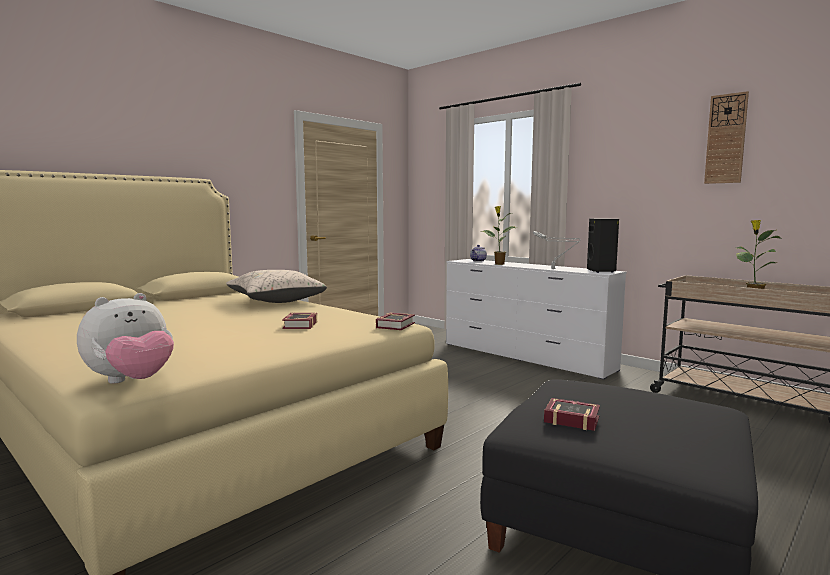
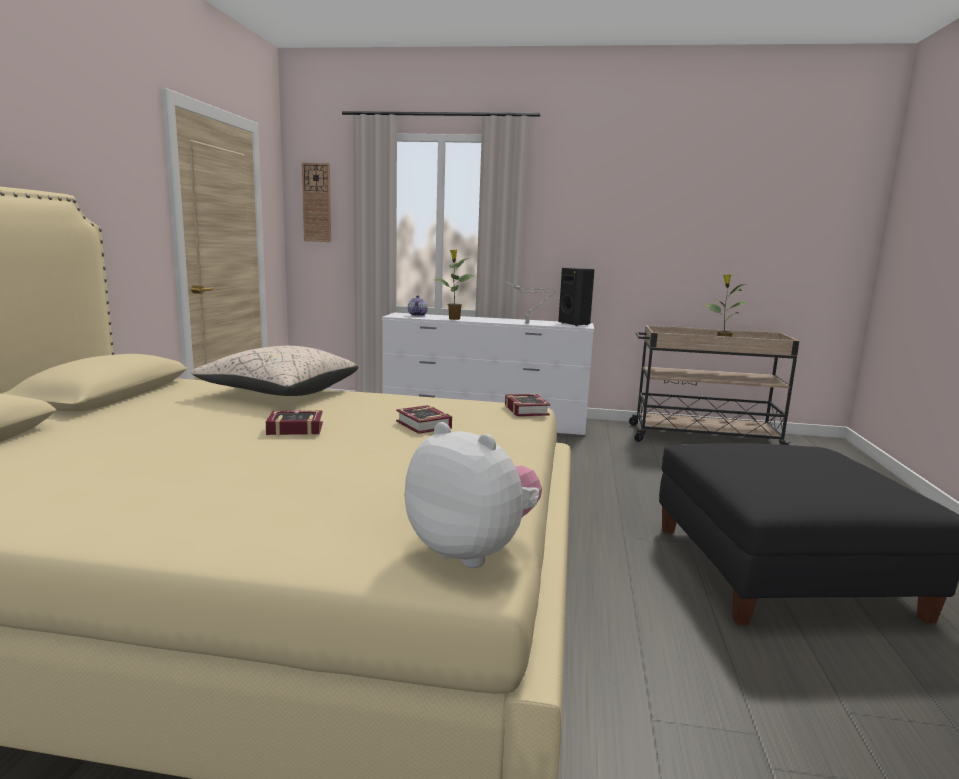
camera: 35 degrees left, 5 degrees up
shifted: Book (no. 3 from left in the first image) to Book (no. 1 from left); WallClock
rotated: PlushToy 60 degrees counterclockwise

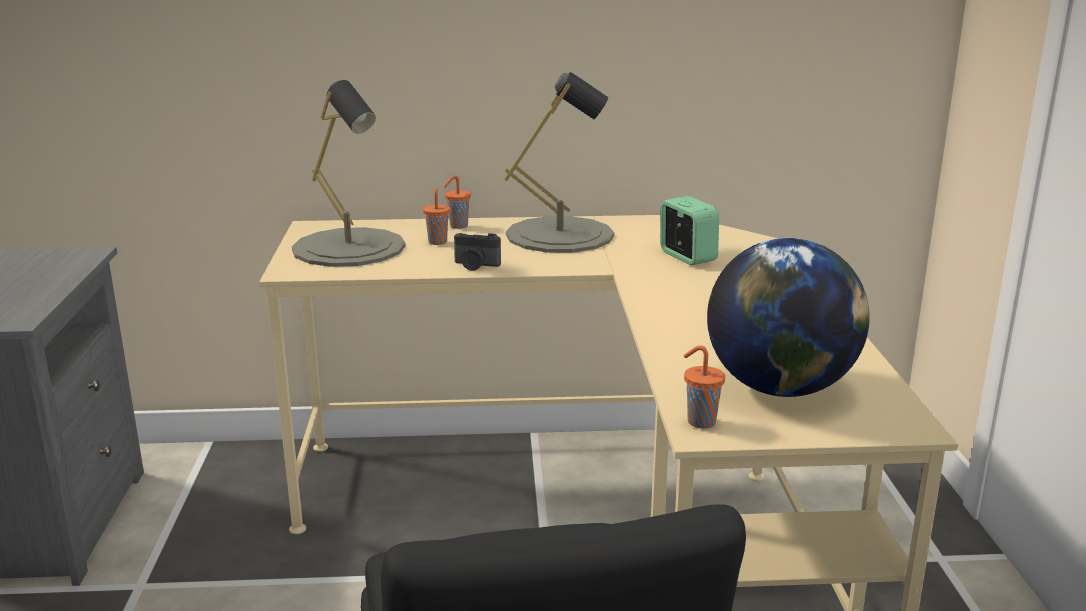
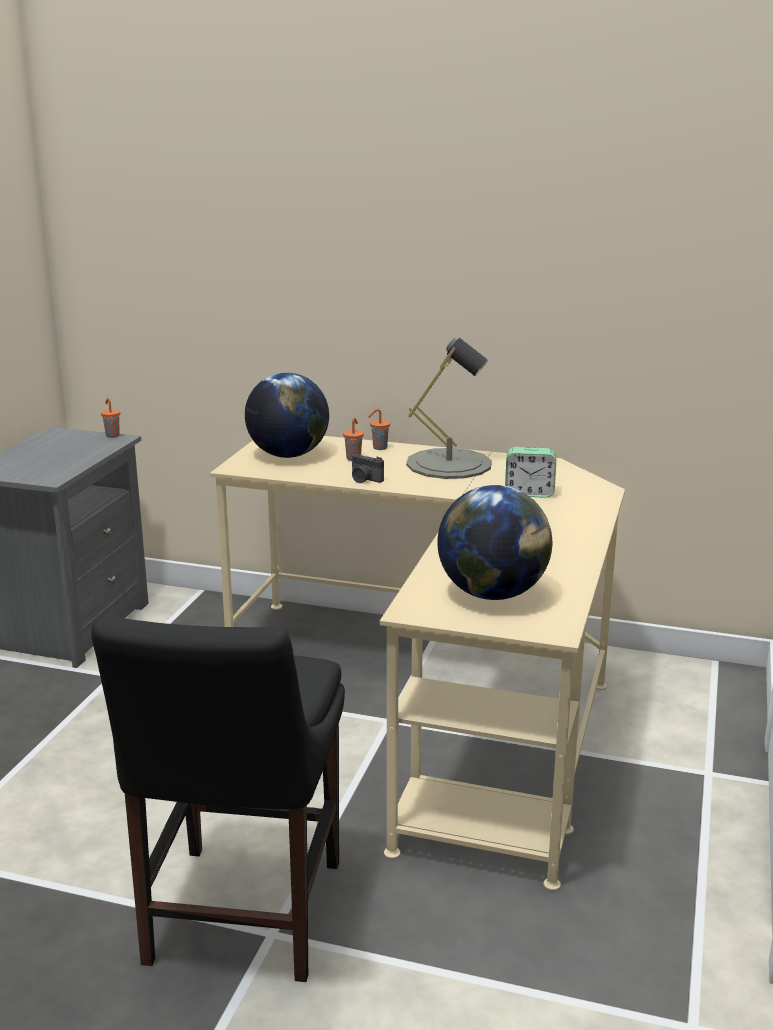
camera: 20 degrees right, 0 degrees up
shifted: OrangeCup (no. 3 from left in the first image) to OrangeCup (no. 1 from left)
swapped: GreyTableLamp (no. 1 from left) to Globe (no. 1 from left)
rotated: AlarmClock 105 degrees clockwise

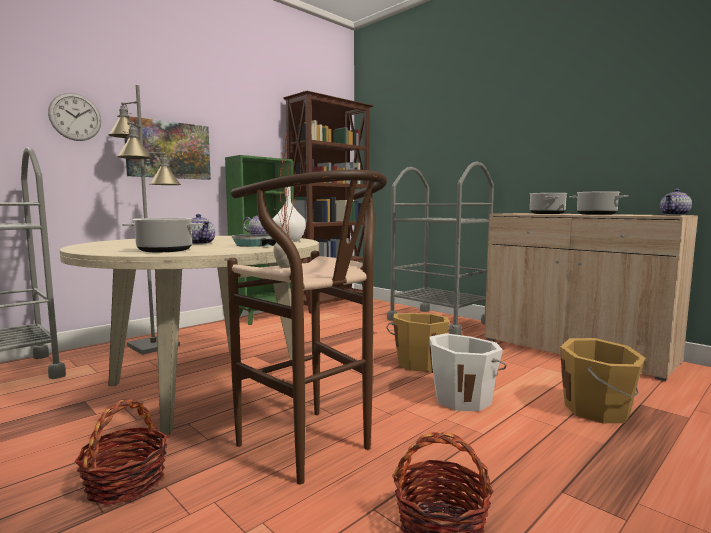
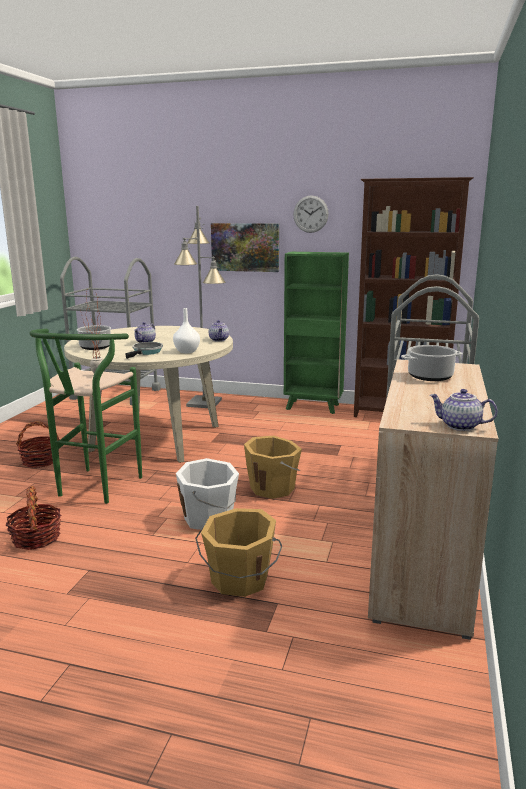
camera: 60 degrees right, 10 degrees up
gone: CookingPot (no. 3 from left)
shifted: WallClock
repainted: BrownStool to GreenStool

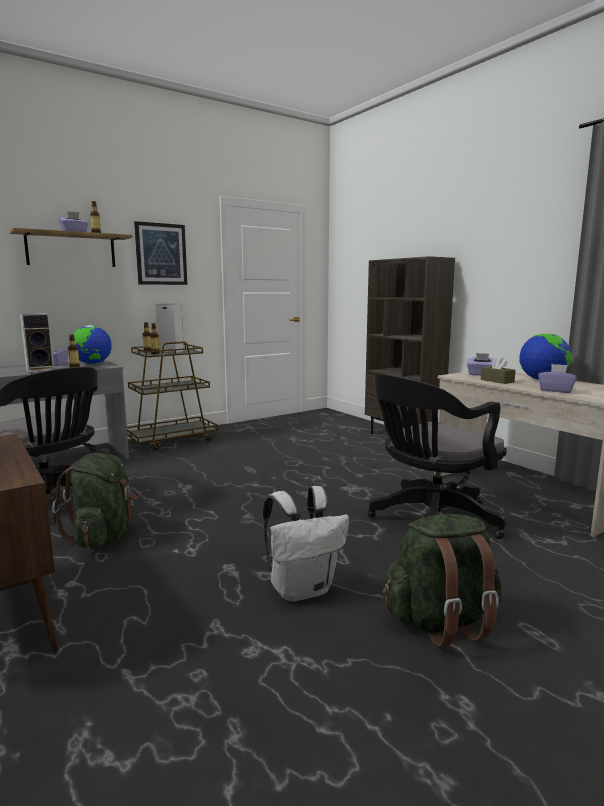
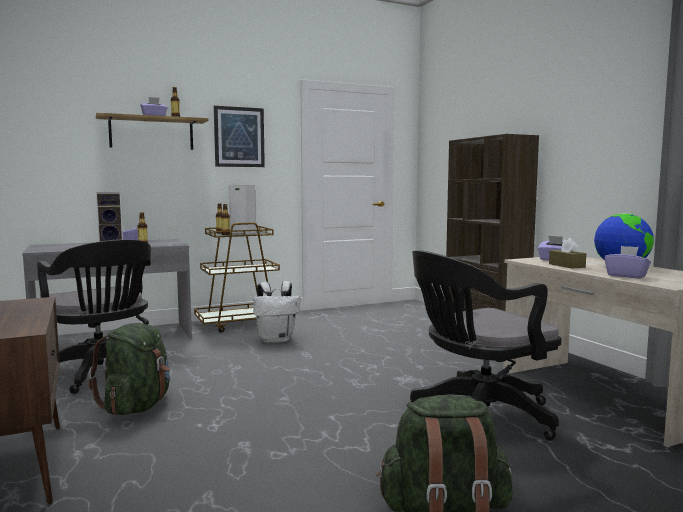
camera: 10 degrees right, 5 degrees down
gone: Globe (no. 1 from left)
shifted: WhiteBackpack

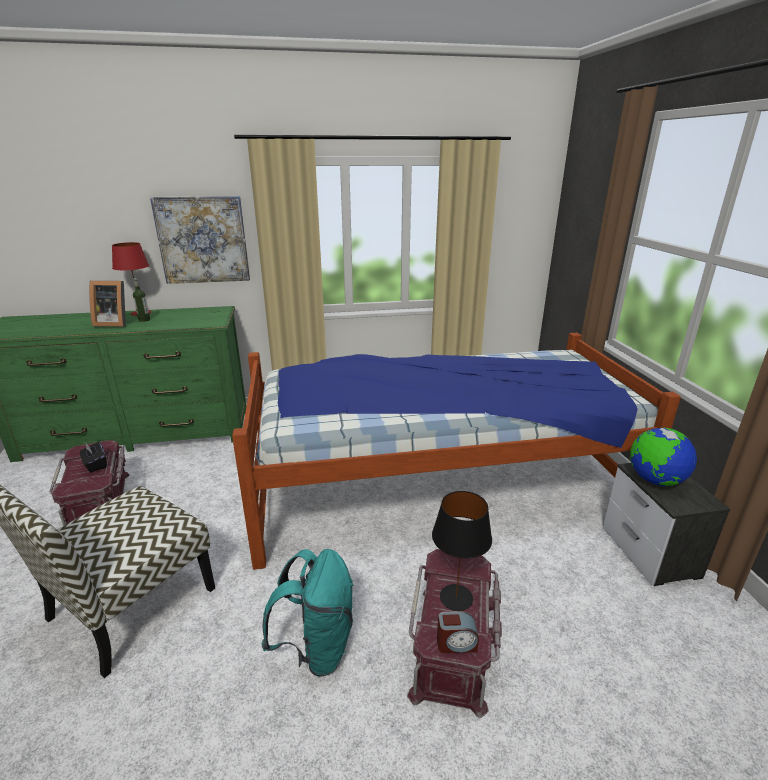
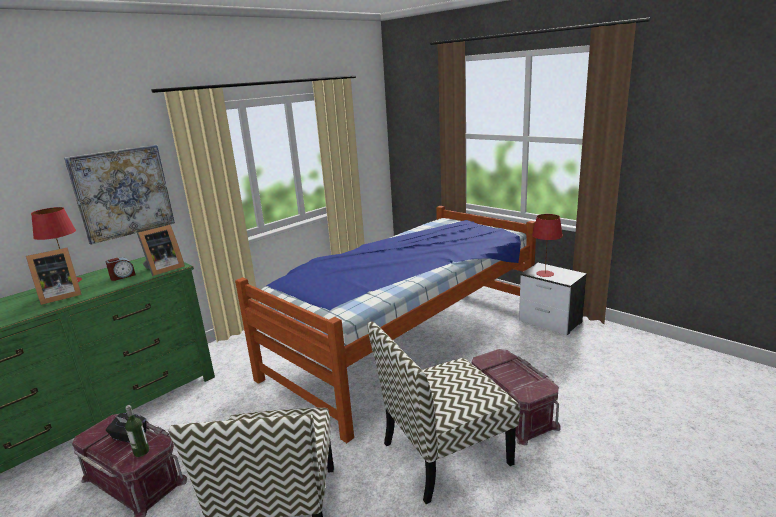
camera: 35 degrees left, 5 degrees down
gone: BlackTableLamp
new: PictureFrame (no. 2 from left)
shifted: AlarmClock; Bottle
swapped: TurquoiseBackpack to Chair (no. 2 from left); Globe to RedTableLamp (no. 2 from left)

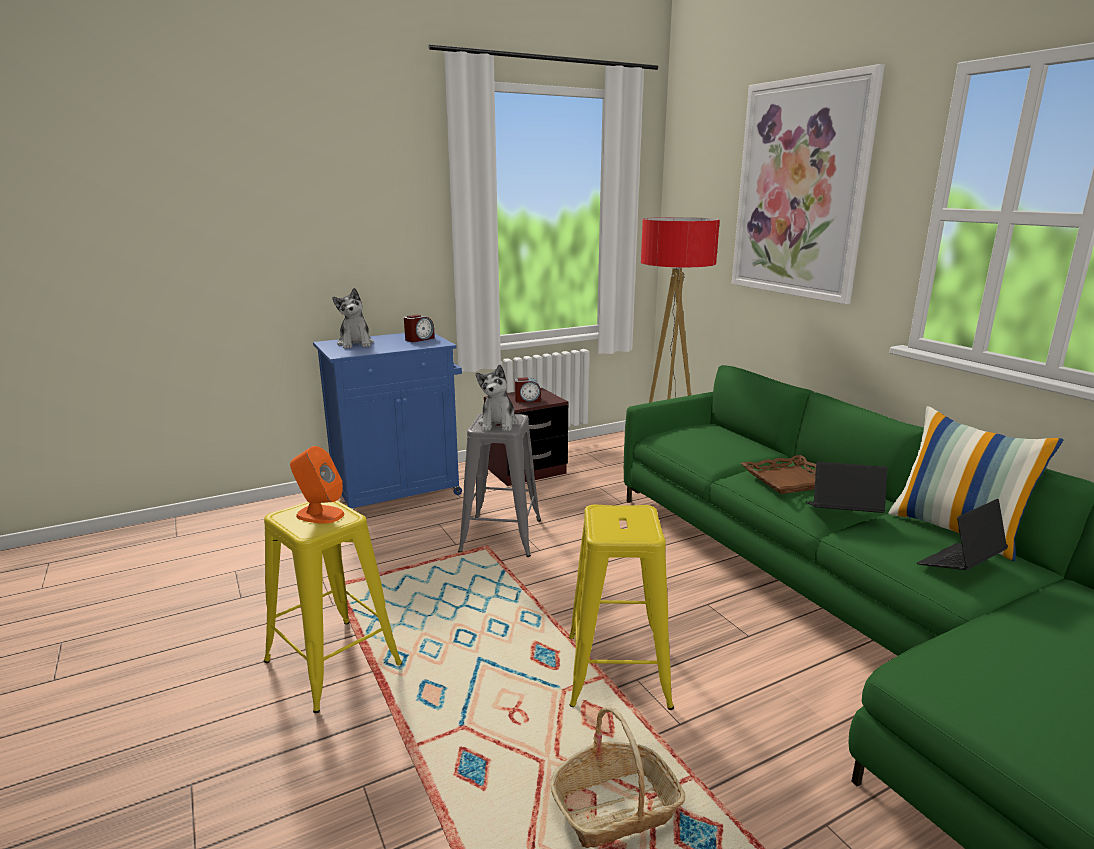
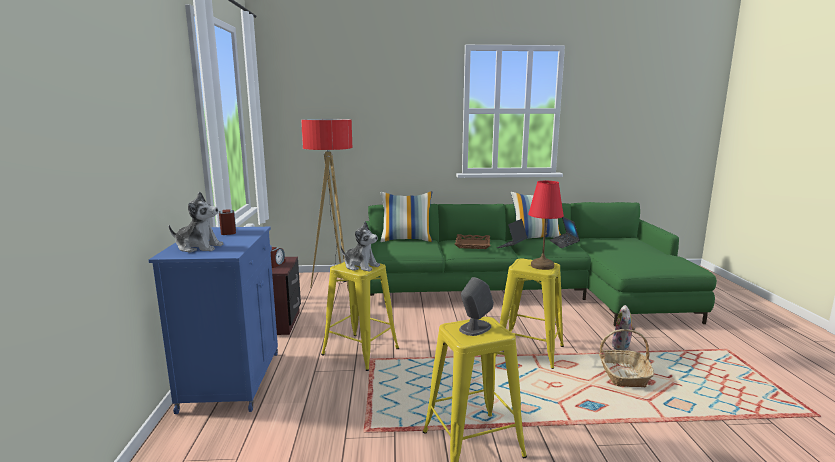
camera: 65 degrees left, 5 degrees down
gone: Picture
new: Pillow (no. 1 from left); RedTableLamp; PlushToy (no. 3 from left)
repainted: GreyStool to YellowStool (no. 1 from left); OrangeSpeaker to GreySpeaker

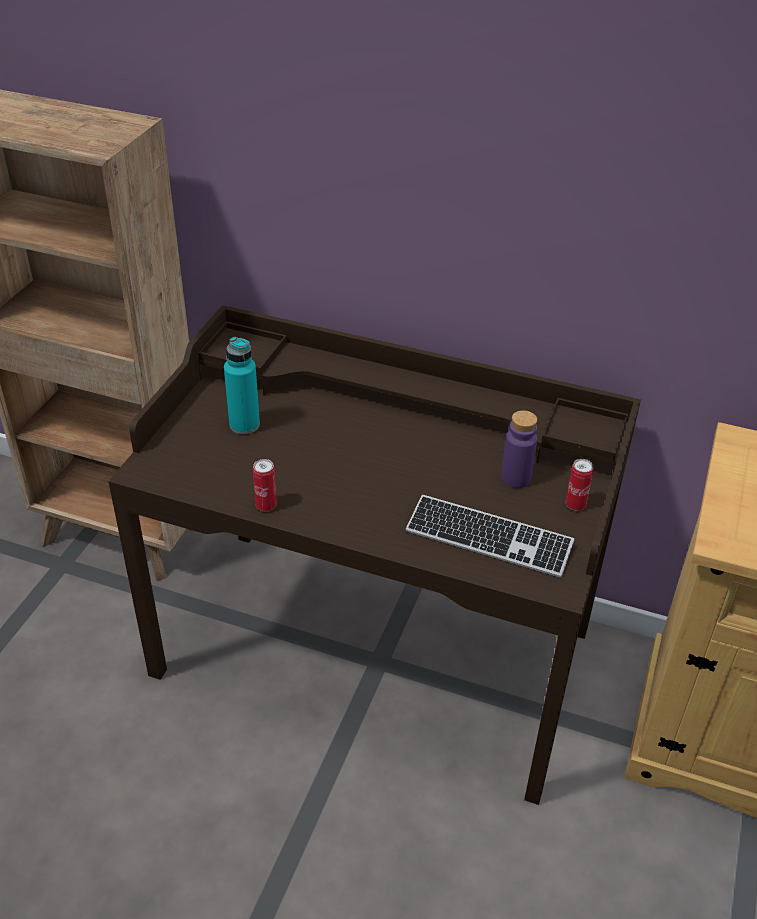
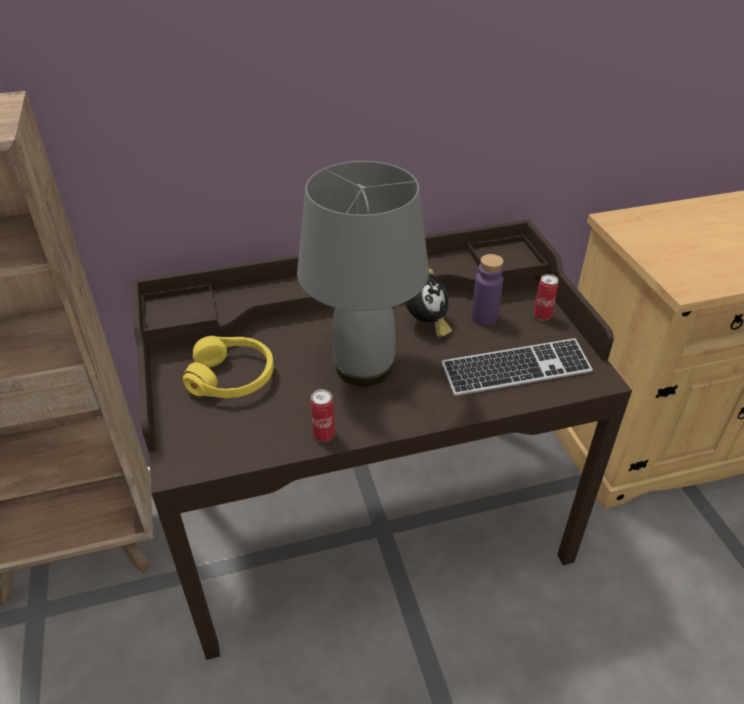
camera: 35 degrees left, 0 degrees up
new: GreyTableLamp; AlarmClock
swapped: TurquoiseBottle to YellowHeadphones

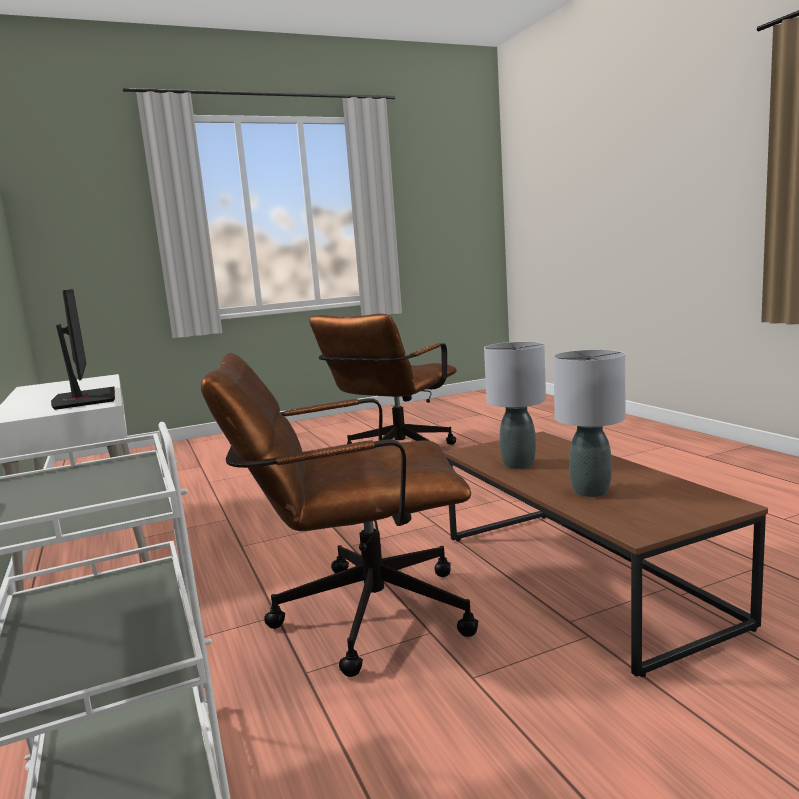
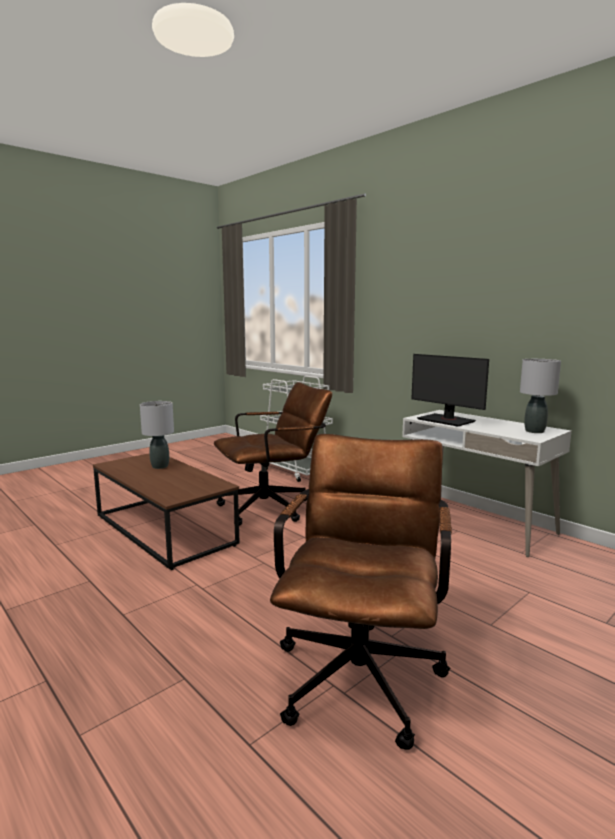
camera: 160 degrees right, 0 degrees up
shifted: GreyTableLamp (no. 1 from left in the first image) to GreyTableLamp (no. 2 from left)

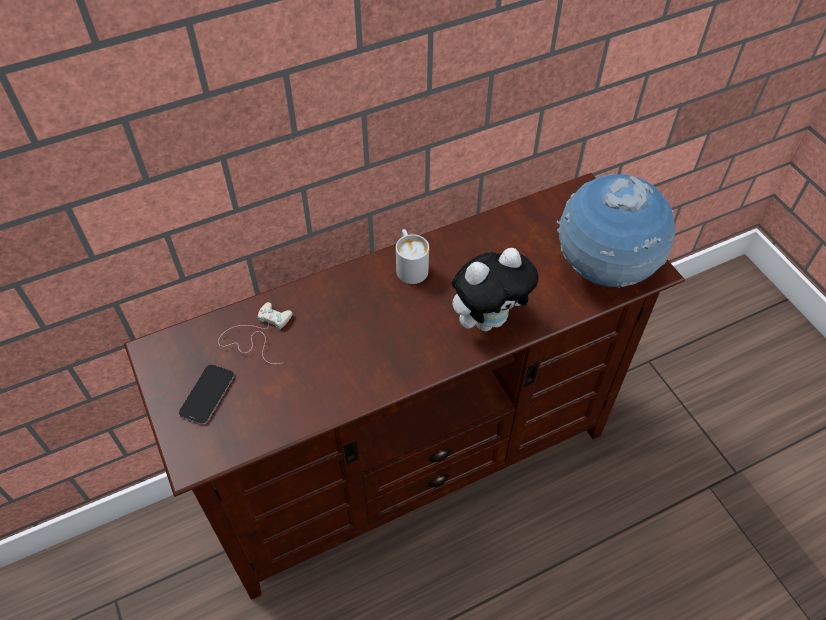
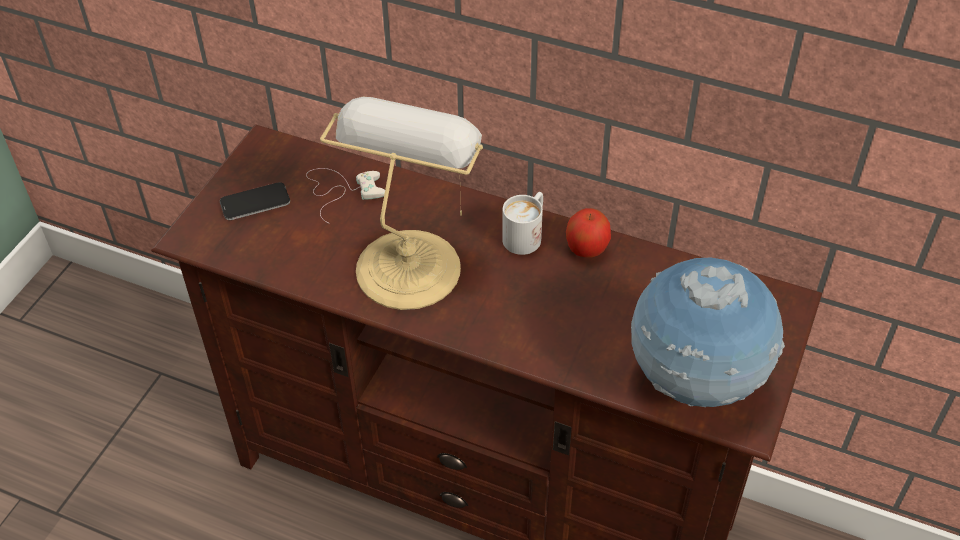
camera: 50 degrees right, 5 degrees down
gone: PlushToy
new: TableLamp; Apple

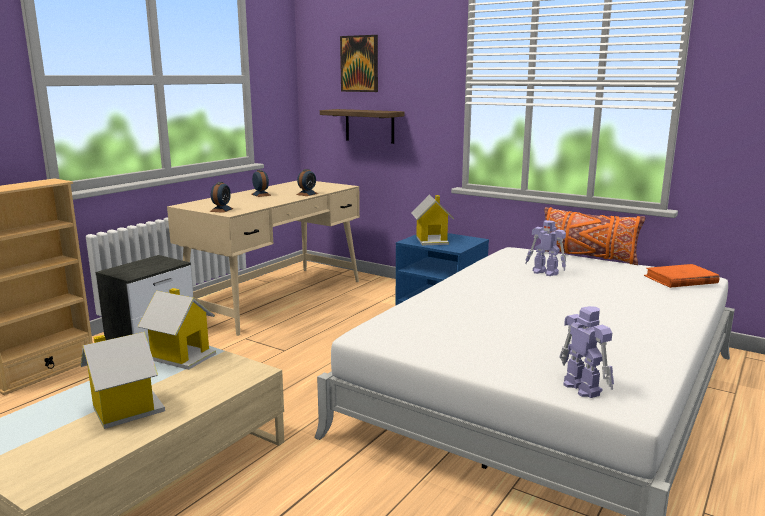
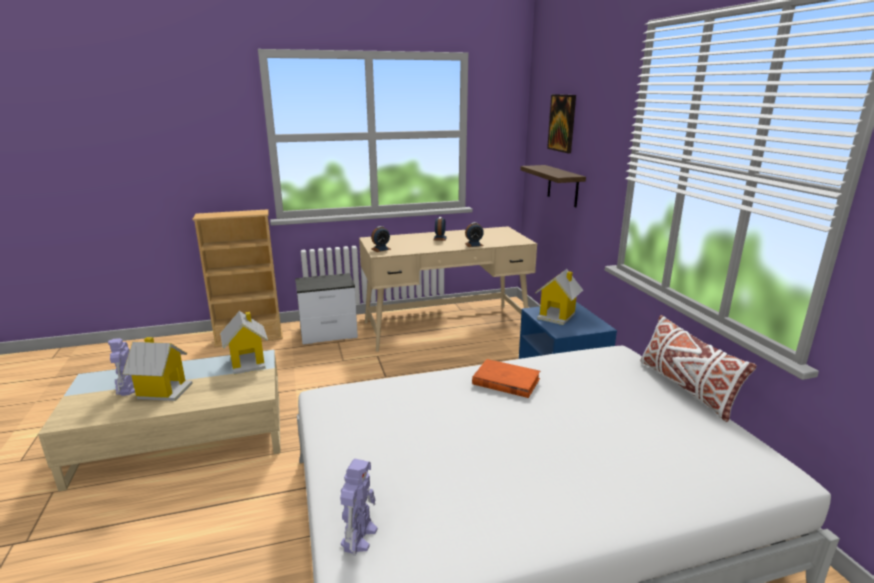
camera: 40 degrees right, 5 degrees up
shifted: ToyRobot (no. 1 from left); OrangeBook
repainted: OrangePillow to WhitePillow

